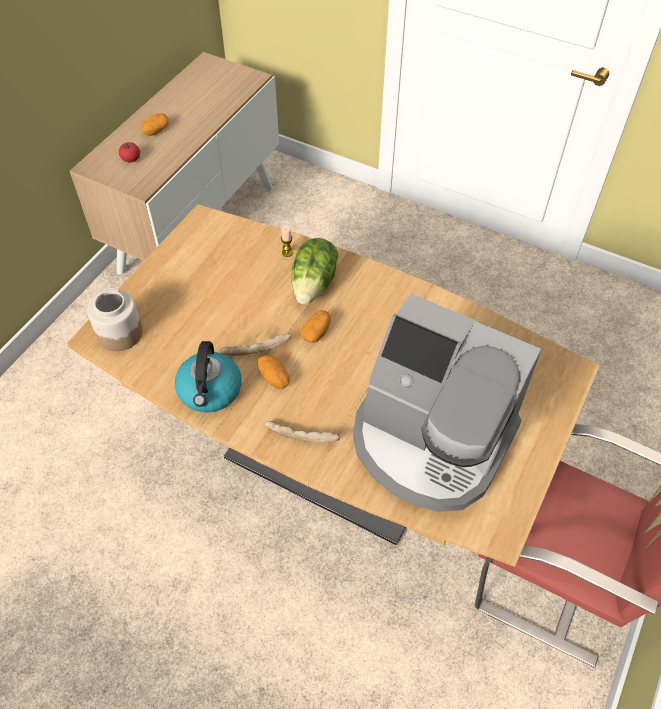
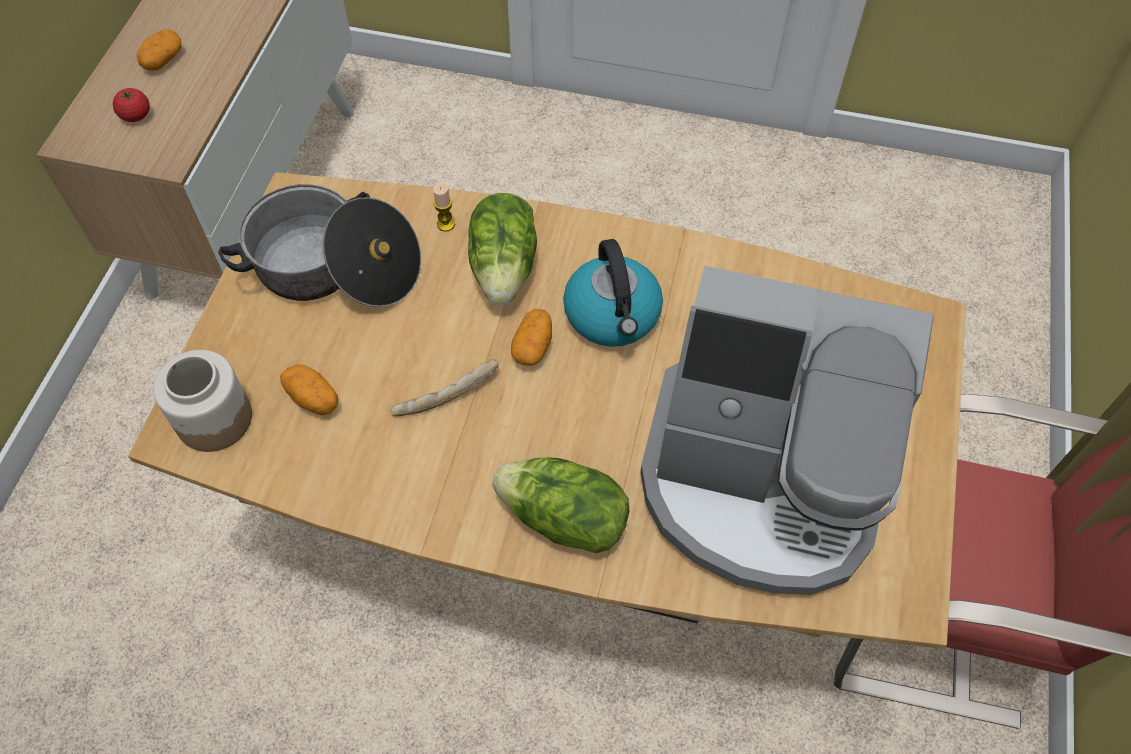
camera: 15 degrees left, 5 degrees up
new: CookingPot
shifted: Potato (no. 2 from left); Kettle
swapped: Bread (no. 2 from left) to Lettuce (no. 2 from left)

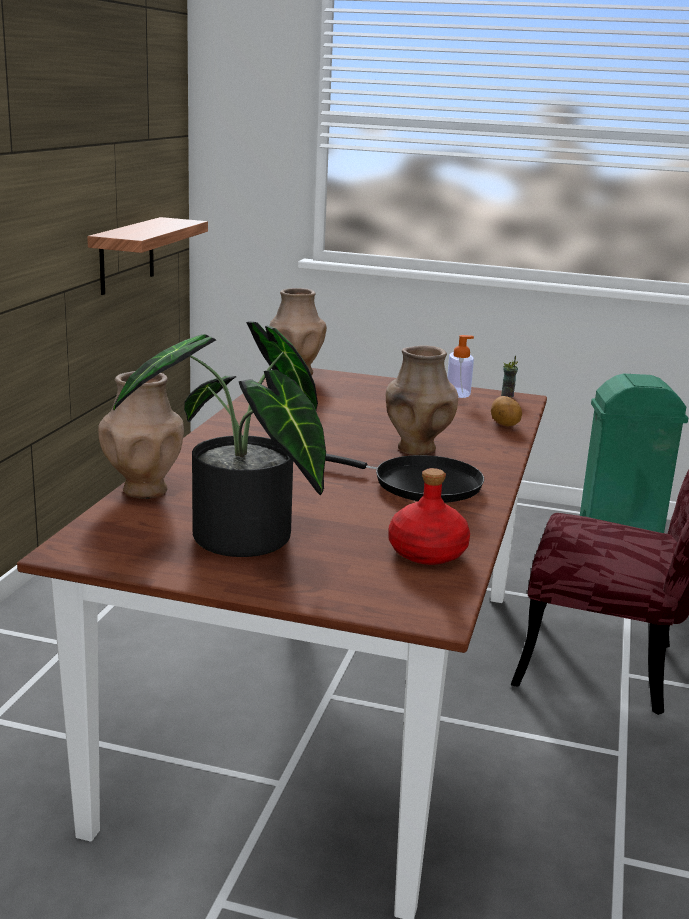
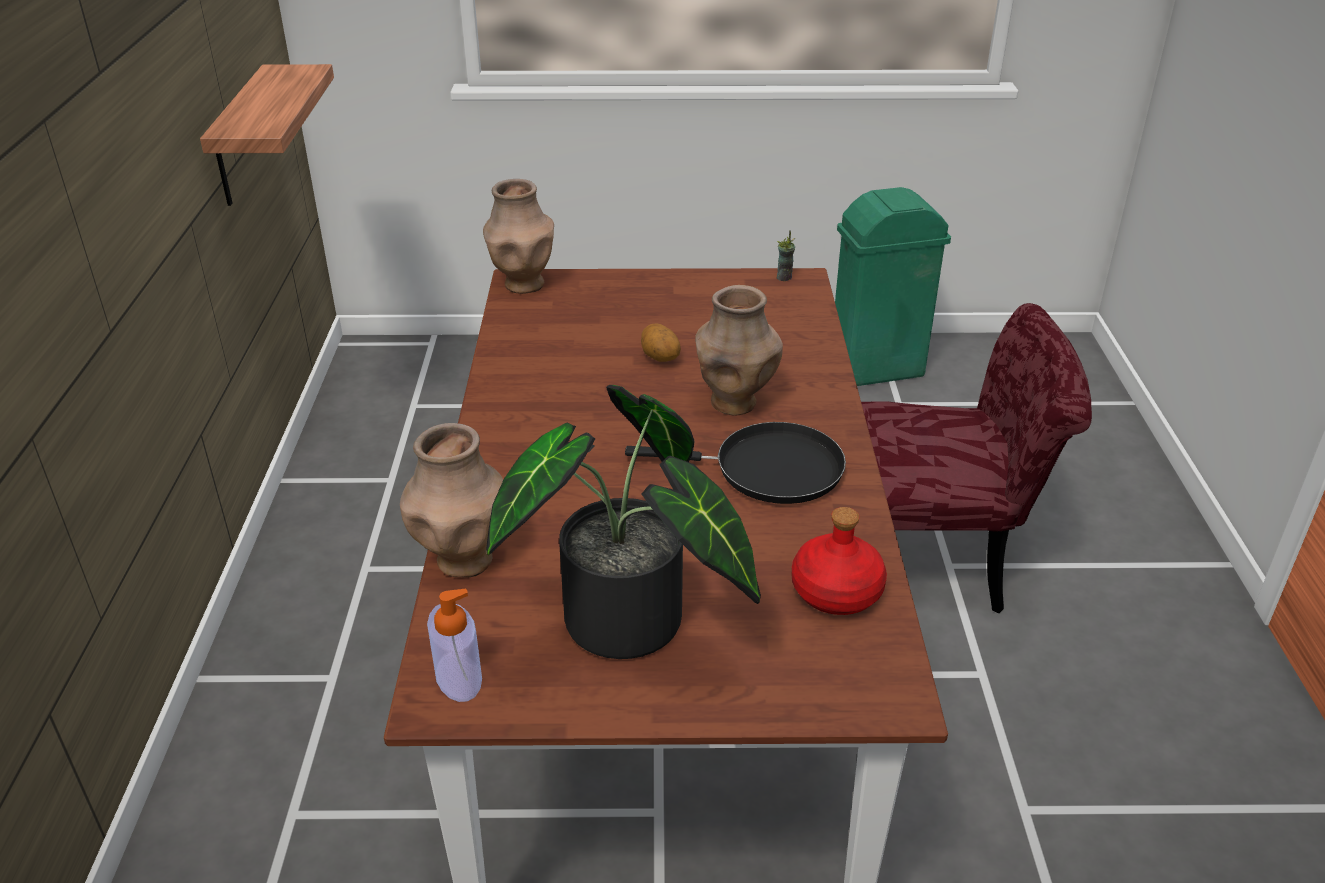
camera: 15 degrees left, 15 degrees up
shifted: SoapDispenser; Potato

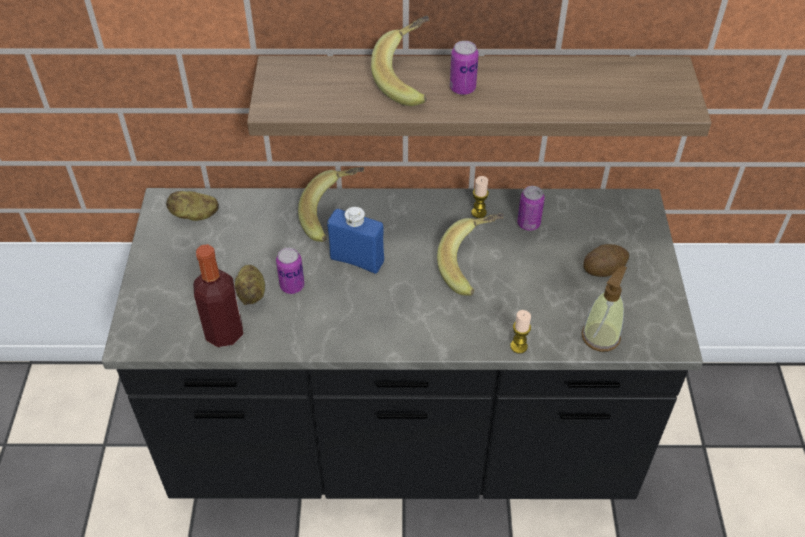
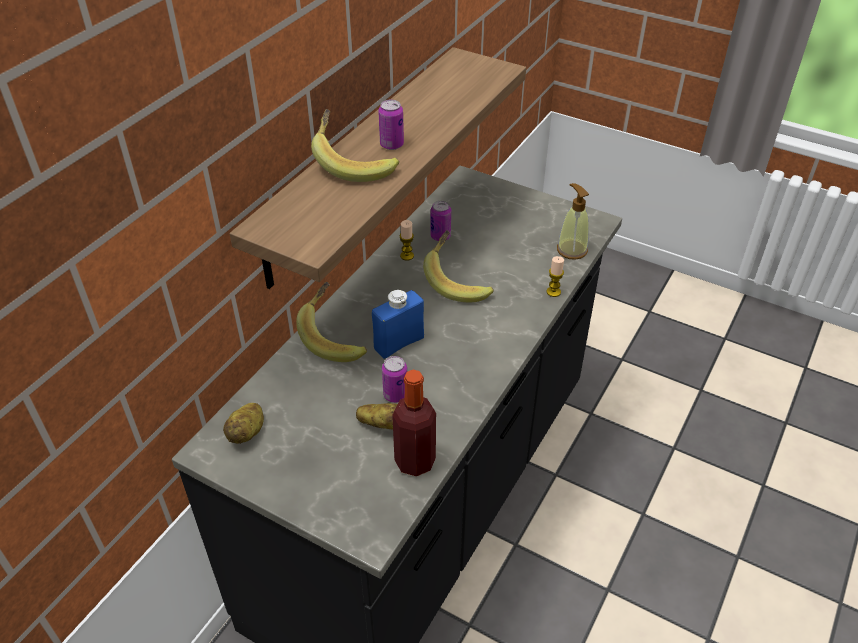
camera: 60 degrees left, 5 degrees down
gone: Potato (no. 3 from left)

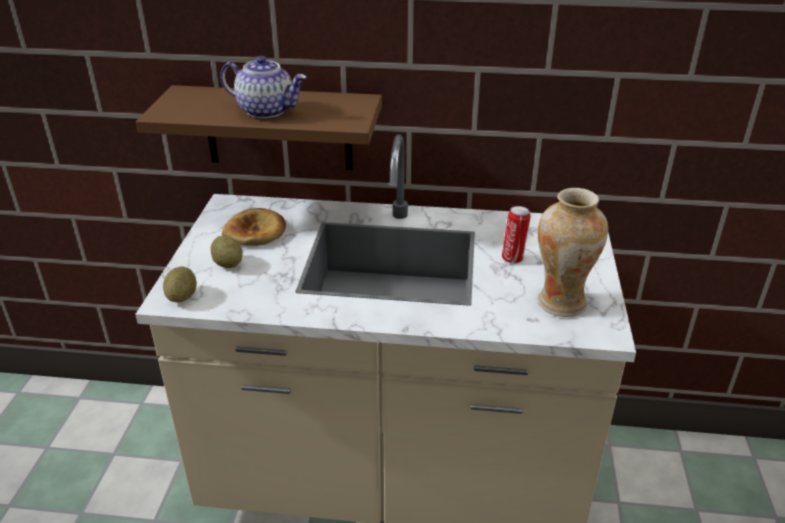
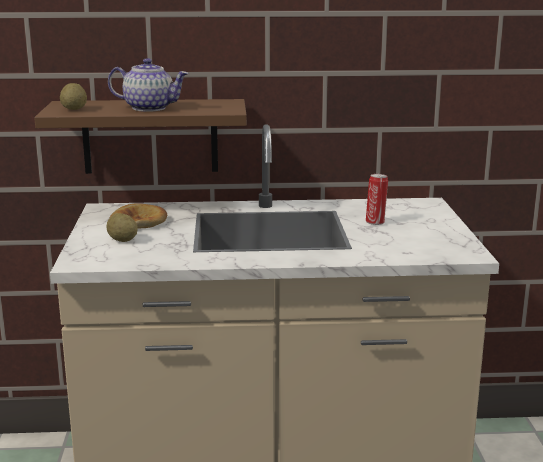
camera: 10 degrees left, 15 degrees down
gone: Vase
shifted: Potato (no. 1 from left)

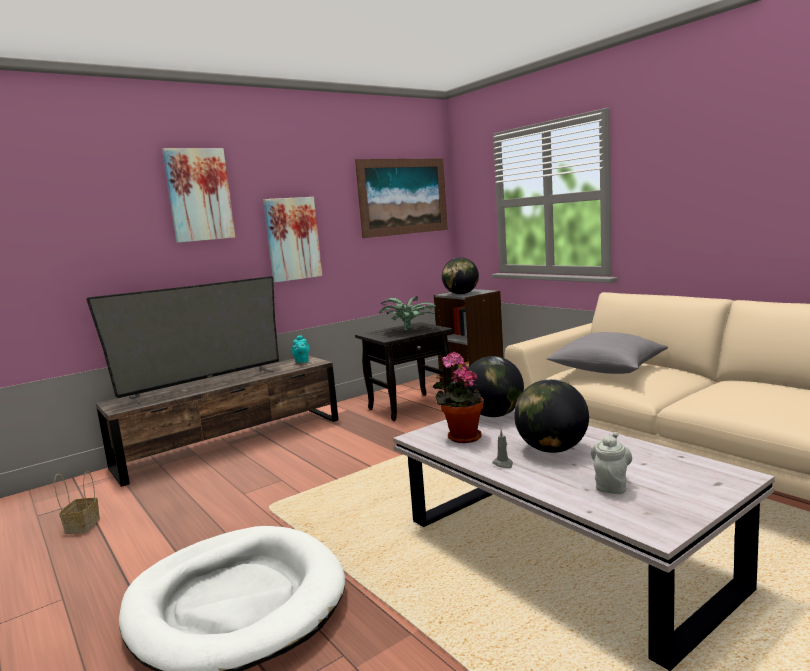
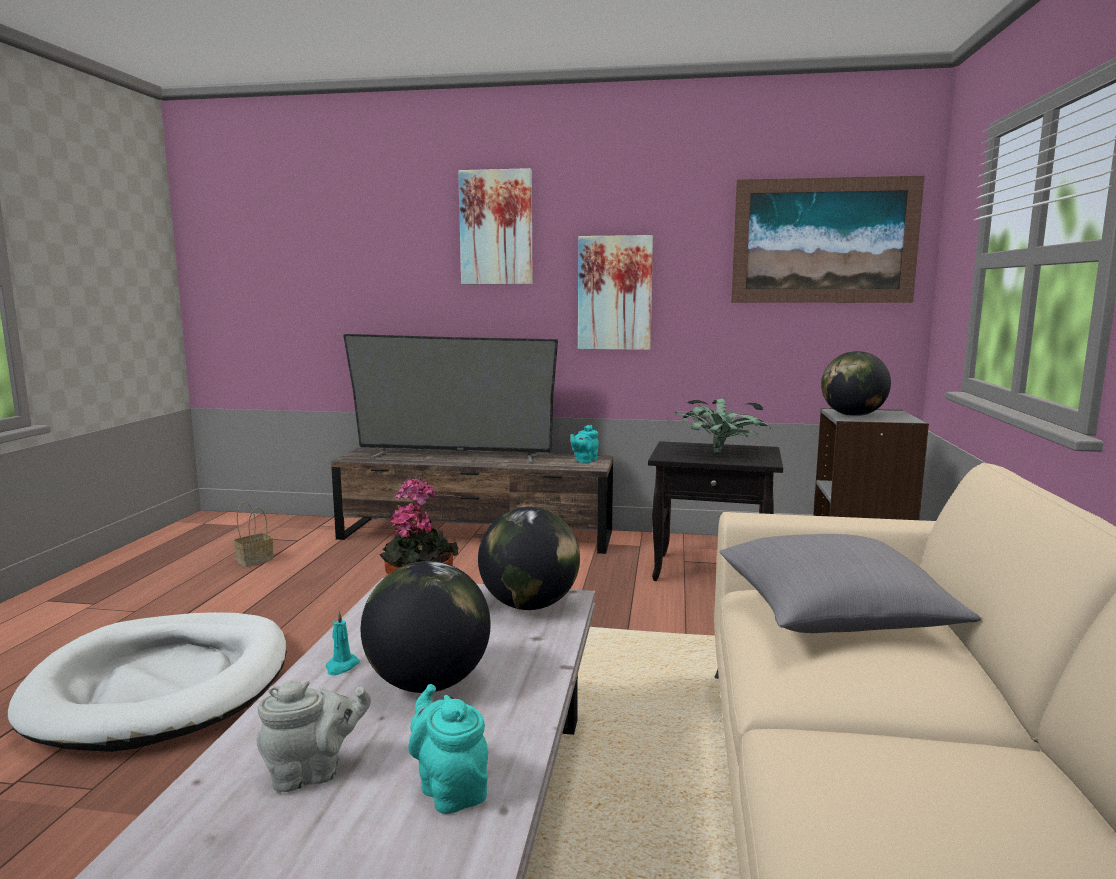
camera: 45 degrees right, 0 degrees up
new: TurquoiseTeapot (no. 1 from left)
repainted: GreyCandle to TurquoiseCandle

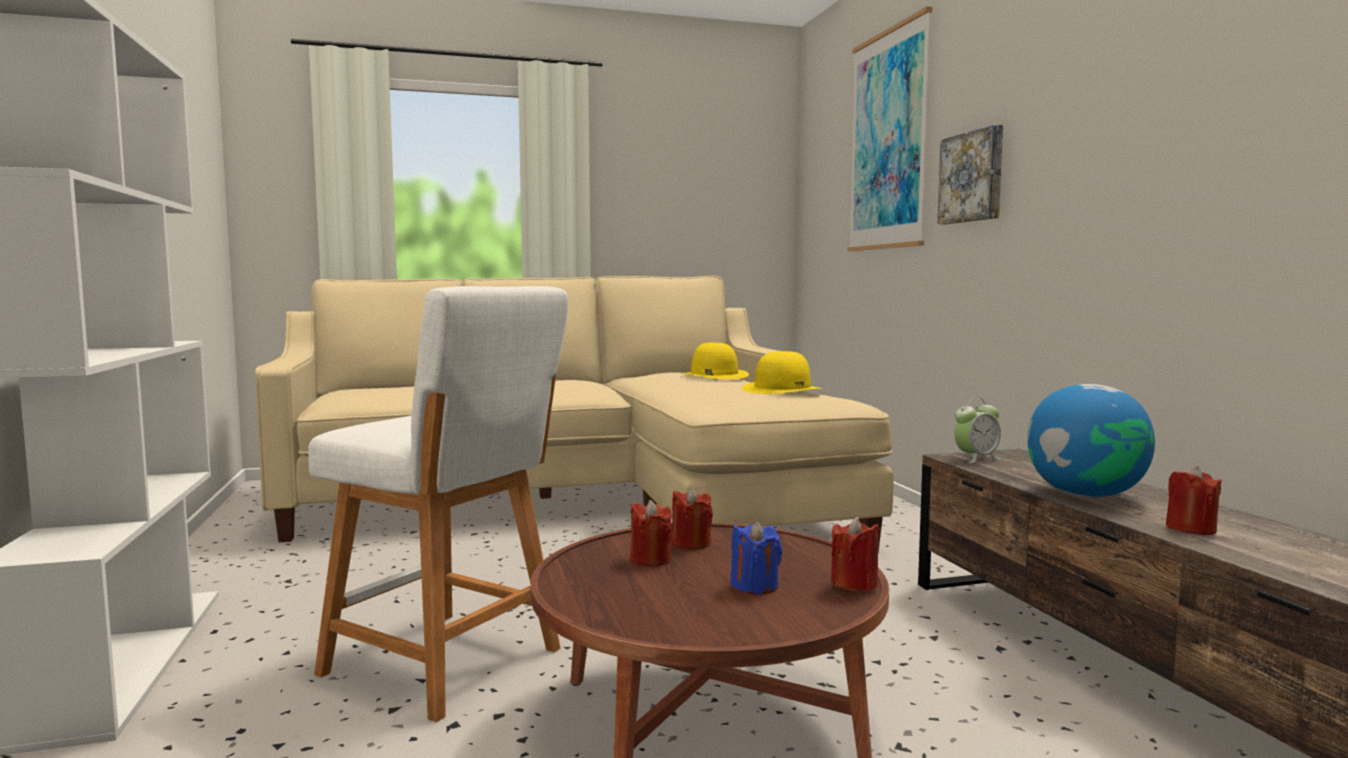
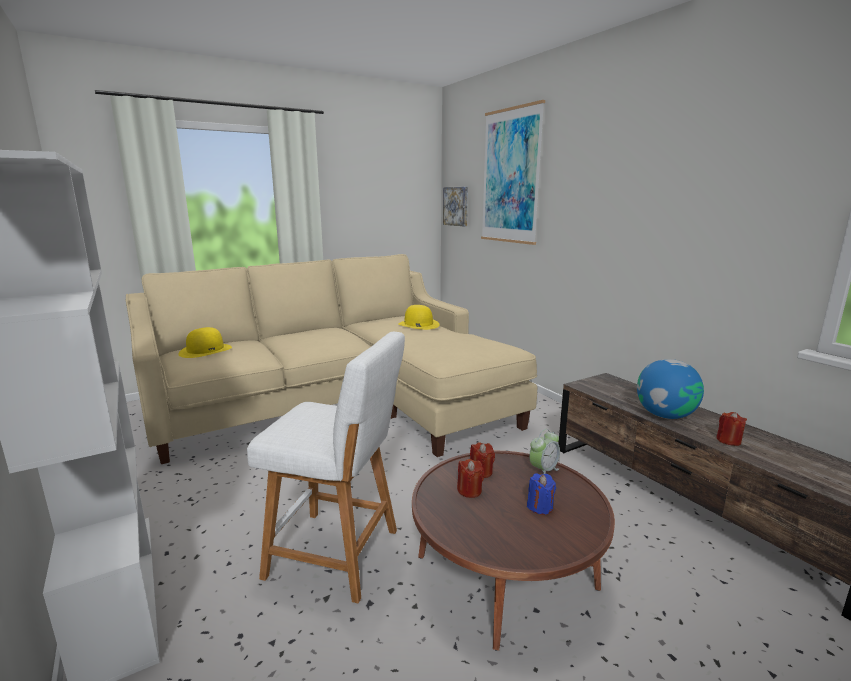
camera: 15 degrees left, 10 degrees up
gone: RedCandle (no. 3 from left)
shifted: YellowHat (no. 2 from left in the first image) to YellowHat (no. 1 from left); Picture (no. 2 from left in the first image) to Picture (no. 1 from left); AlarmClock

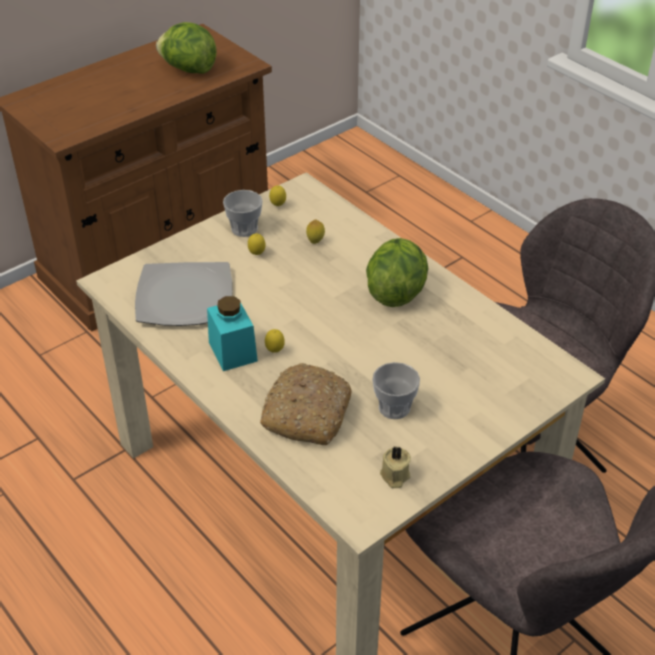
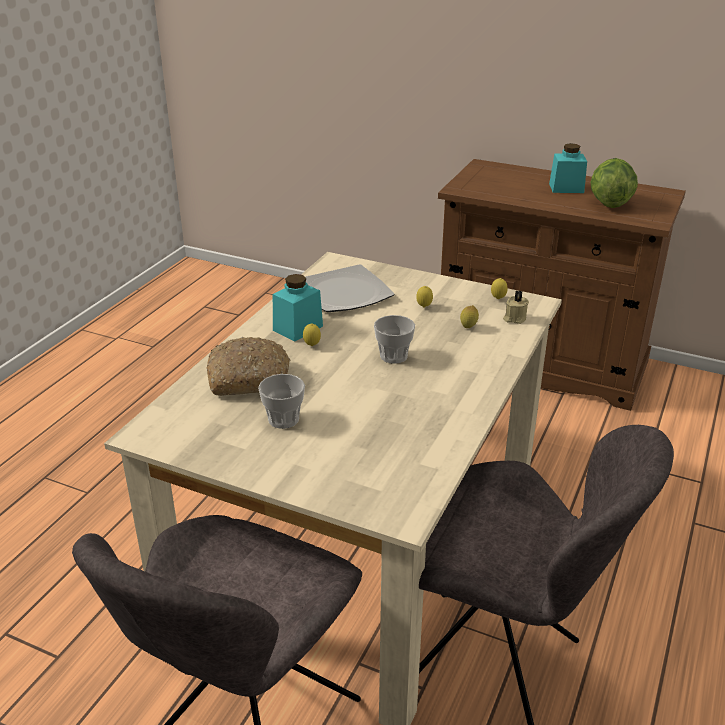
camera: 65 degrees right, 10 degrees down
gone: Lettuce (no. 2 from left)
new: TurquoiseJar (no. 2 from left)
shifted: Cup (no. 1 from left in the first image) to Cup (no. 2 from left); BeigeCandle

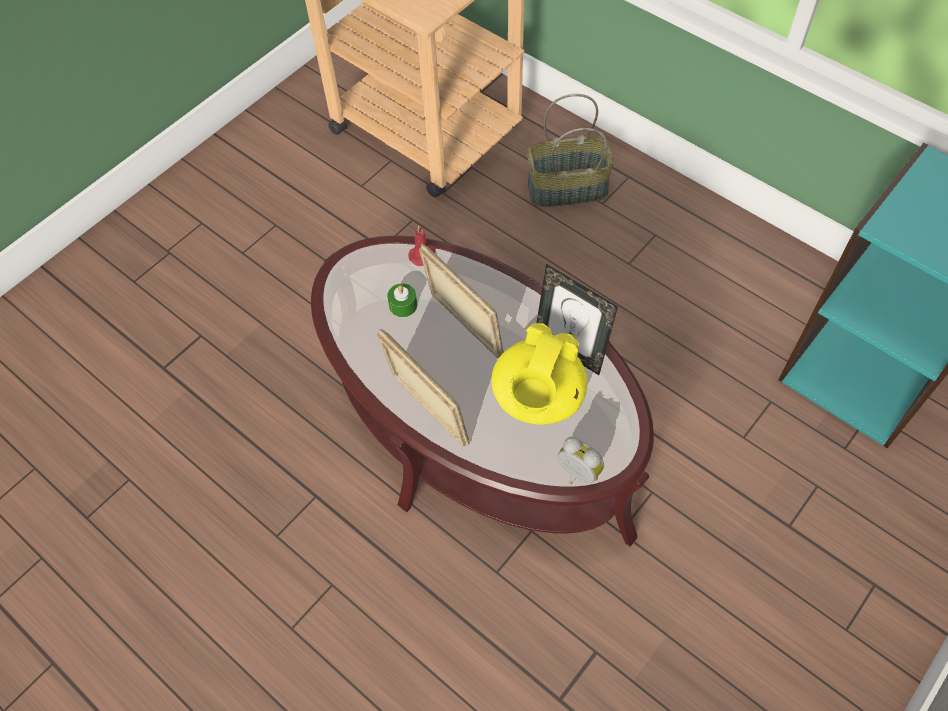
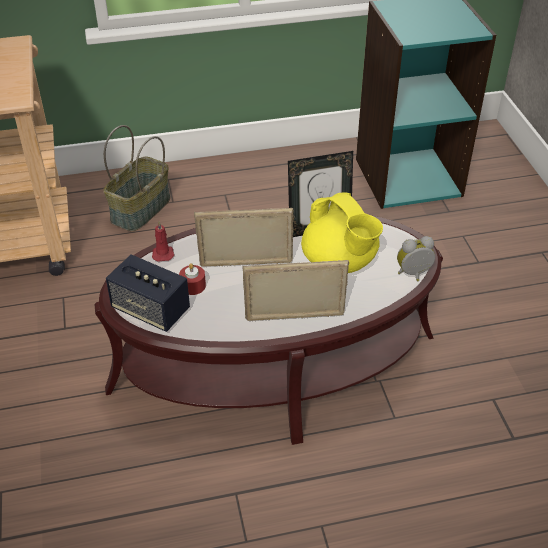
camera: 55 degrees left, 15 degrees down
new: Speaker
repainted: GreenCandle to RedCandle (no. 2 from left)

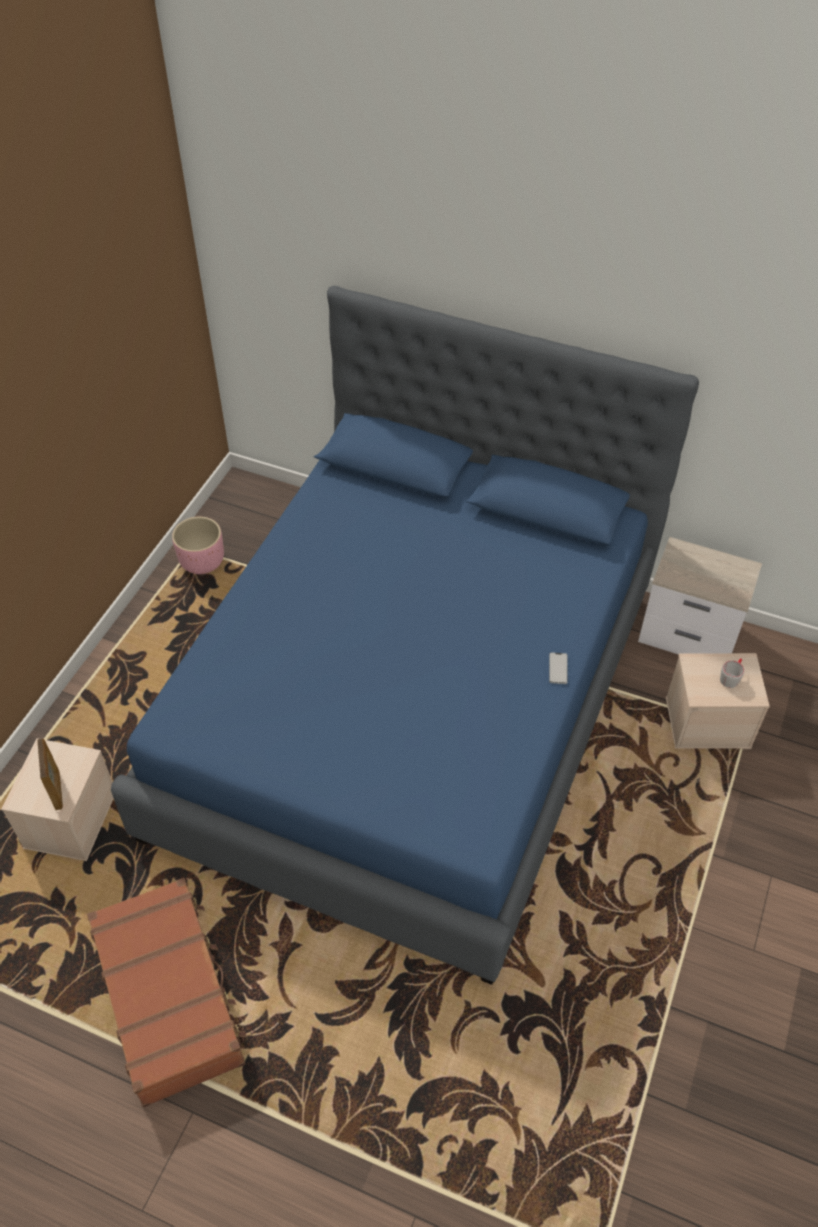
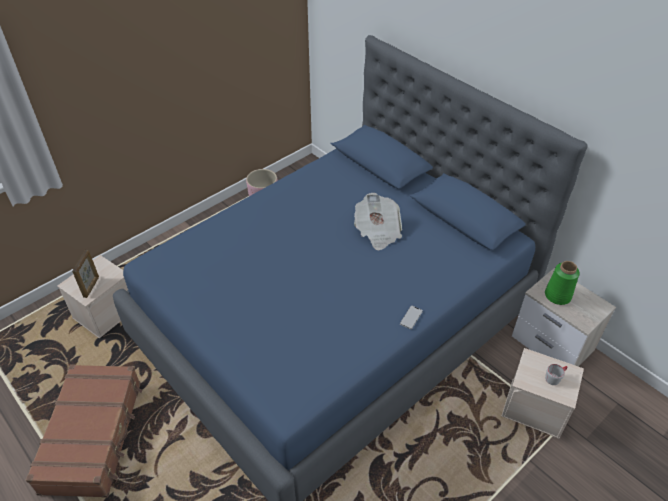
camera: 25 degrees right, 5 degrees down
new: Newspaper; GreenVase

